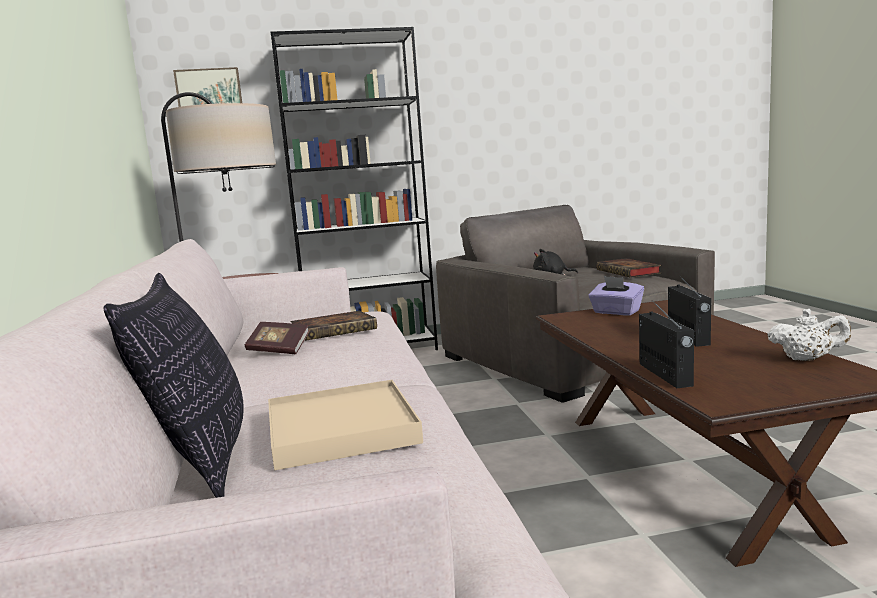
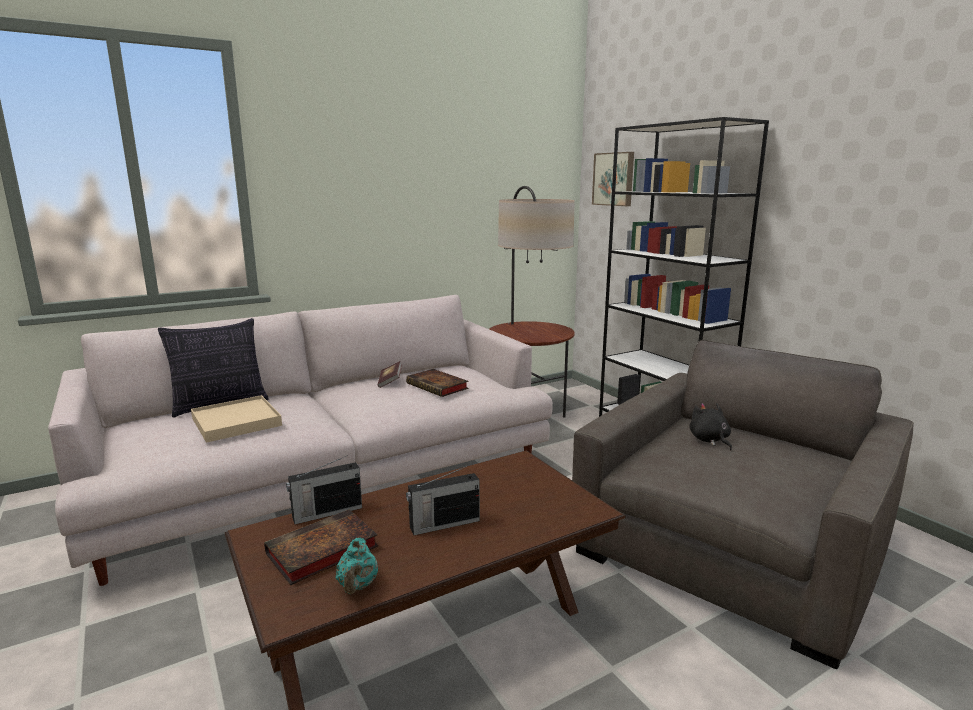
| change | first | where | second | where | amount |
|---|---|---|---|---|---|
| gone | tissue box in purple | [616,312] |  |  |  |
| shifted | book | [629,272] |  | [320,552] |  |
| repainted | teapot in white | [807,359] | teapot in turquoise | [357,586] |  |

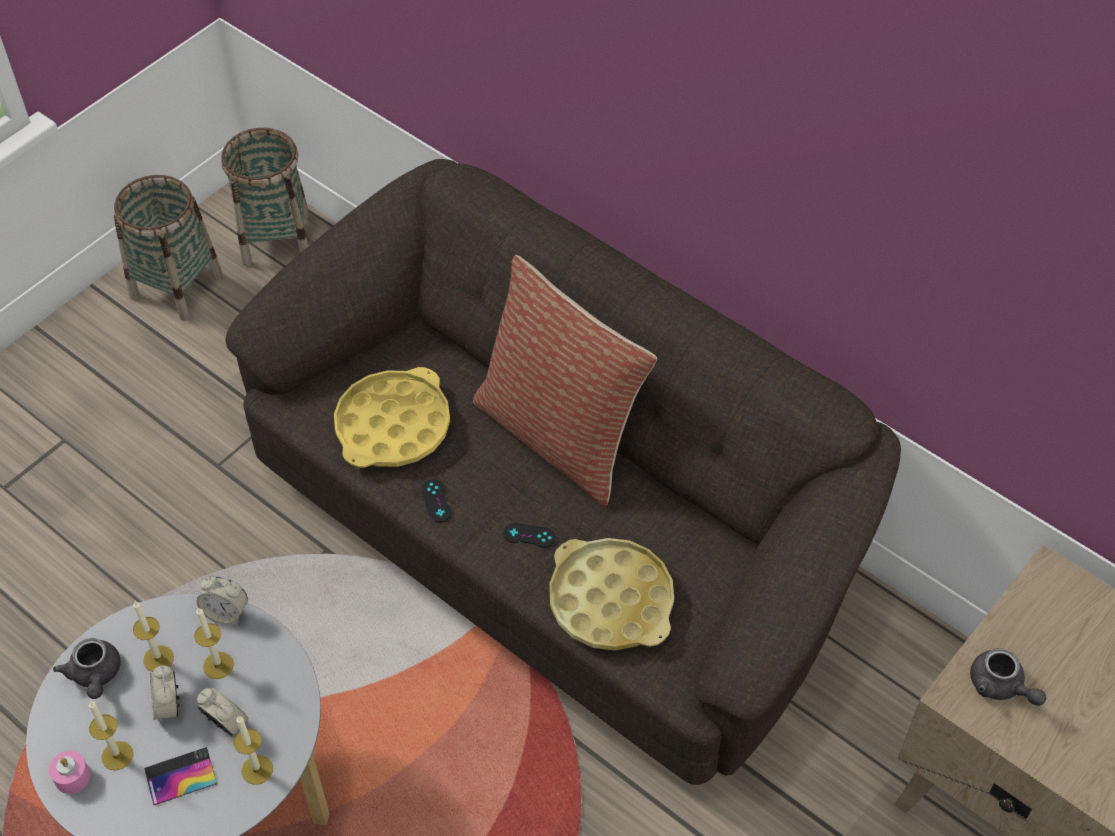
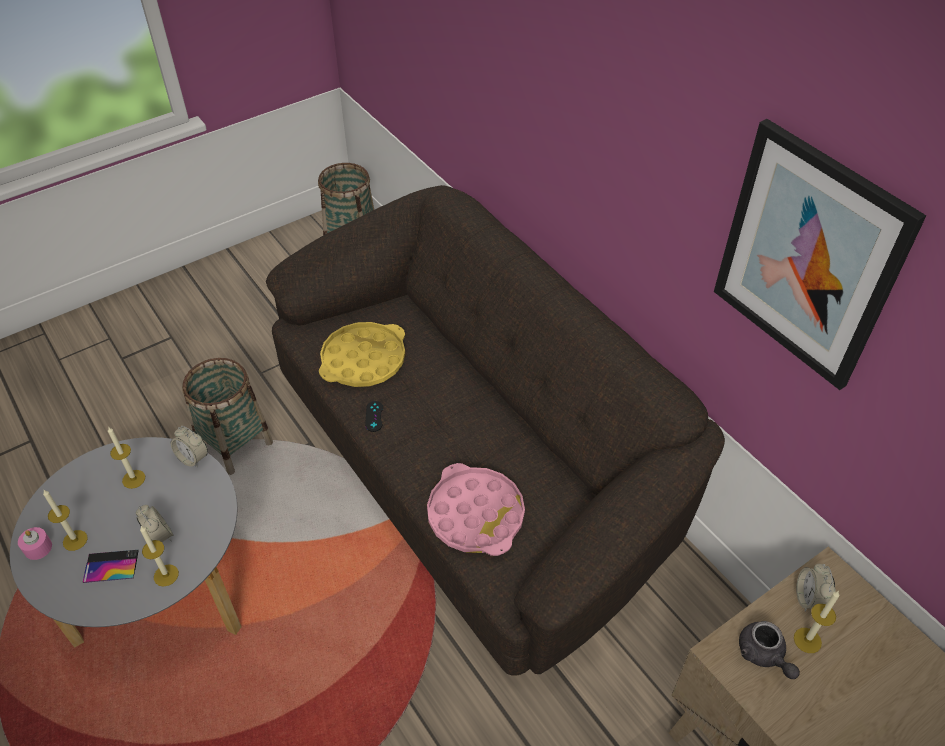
| change | first | where | second | where | amount |
|---|---|---|---|---|---|
| gone | teapot in grey | [95,676] |  |  |  |
| shifted | basket | [176,287] |  | [235,445] |  |
| shifted | alarm clock | [168,706] |  | [809,599] |  |
| shifted | candle | [218,665] |  | [807,640] |  |
| gone | pillow | [559,435] |  |  |  |
| gone | game controller in black | [529,535] |  |  |  |
| repainted | tray in yellow | [611,600] | tray in pink | [475,515] |  |
| new |  |  | picture | [808,257] |  |

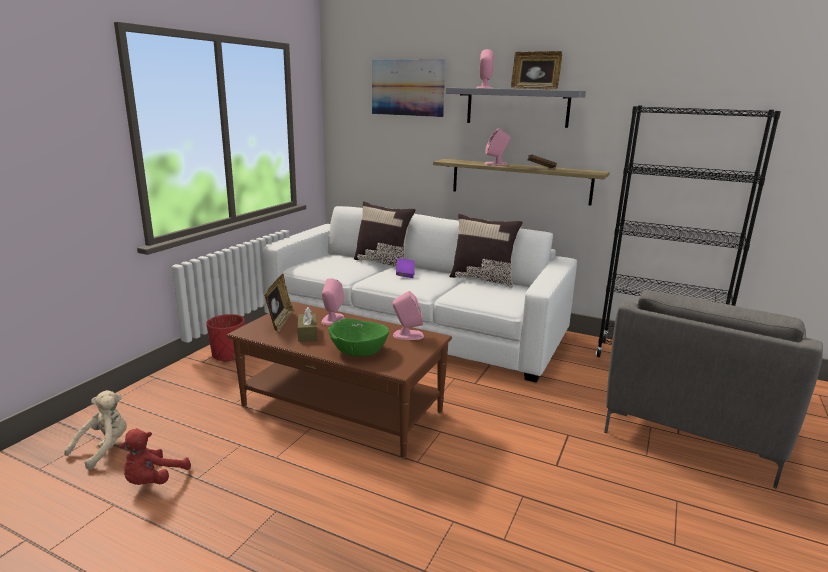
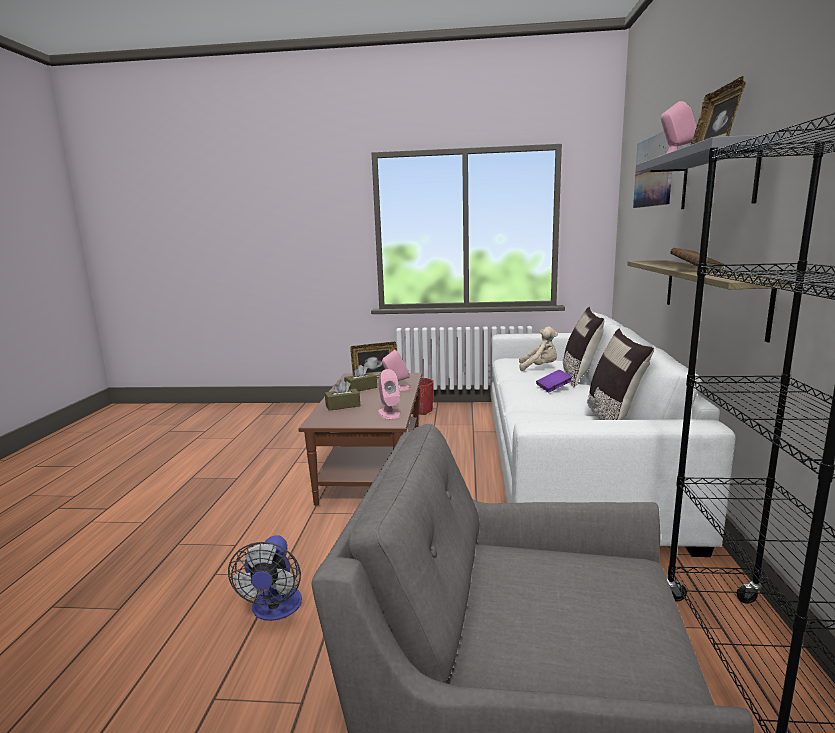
| change | first | where | second | where | amount |
|---|---|---|---|---|---|
| shifted | plush toy in beige | [104,448] |  | [539,368] |  |
| gone | plush toy in red | [153,481] |  |  |  |
| swapped | bowl in green | [359,350] | tissue box in brown | [343,406] |  |
| gone | speaker in pink | [496,164] |  |  |  |
| new |  |  | fan | [275,610] |  |

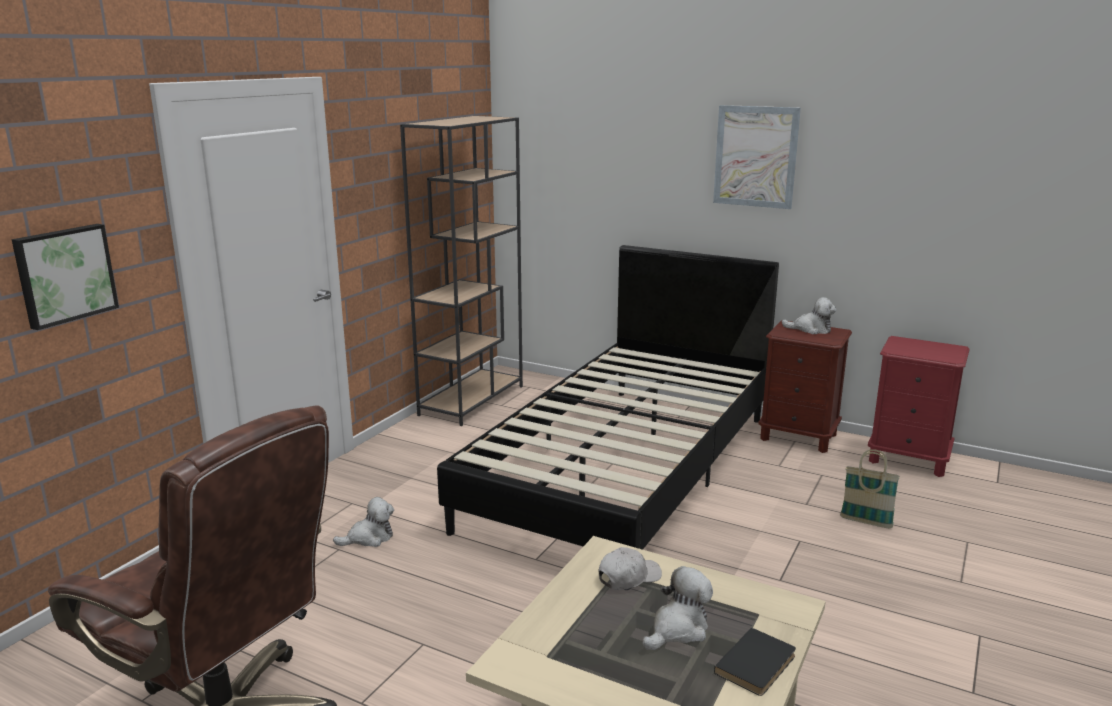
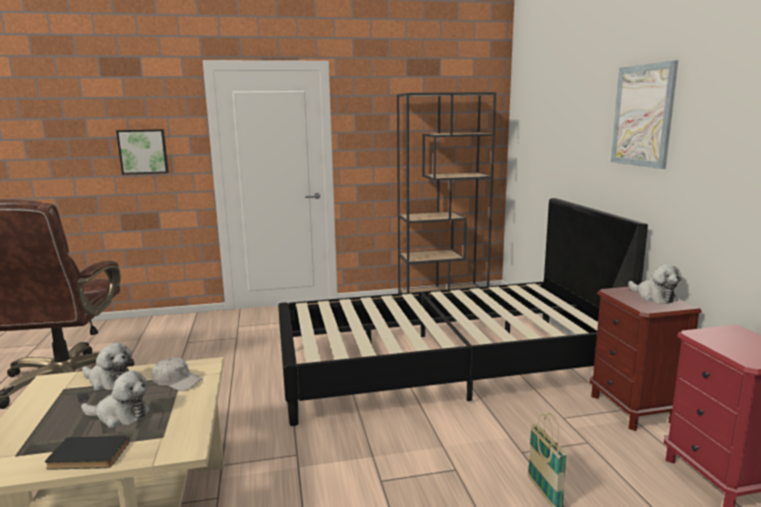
| change | first | where | second | where | amount |
|---|---|---|---|---|---|
| shifted | plush toy | [369,538] |  | [109,381] |  |

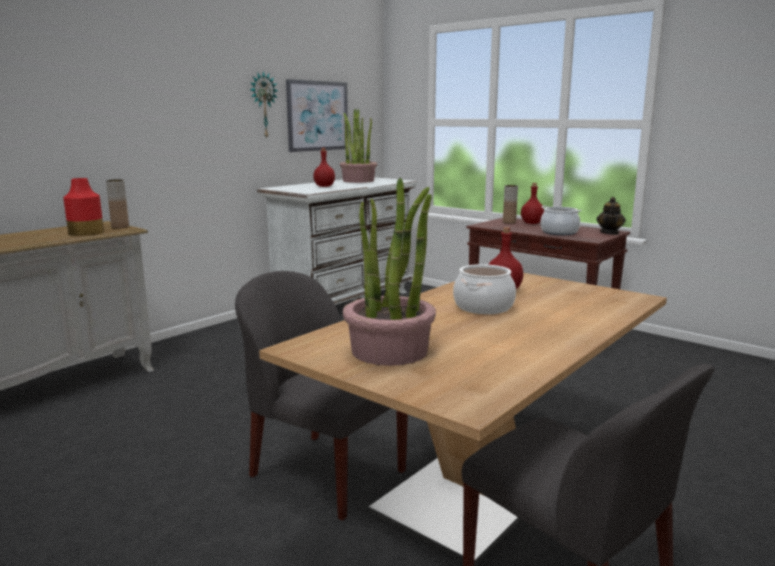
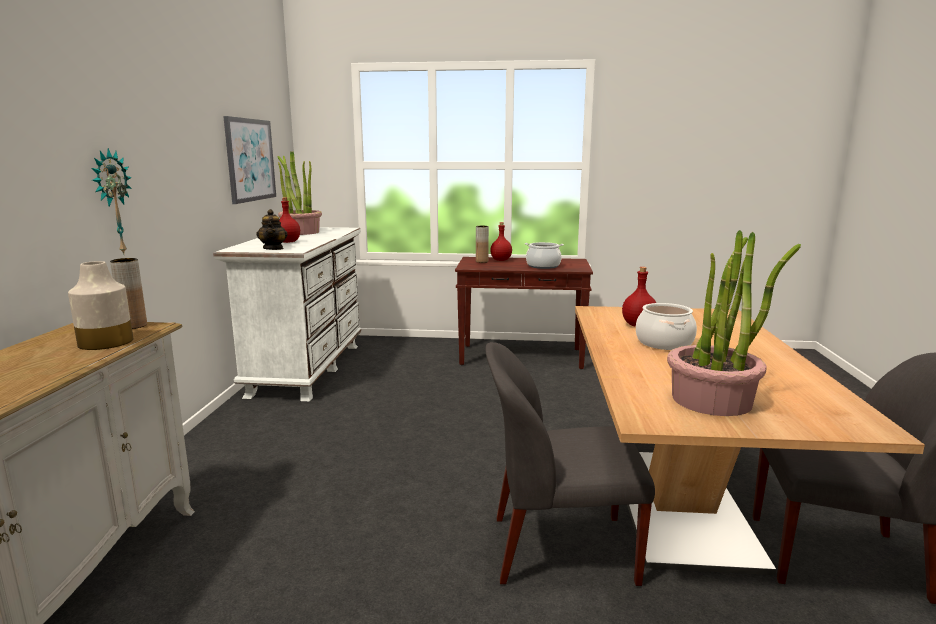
| change | first | where | second | where | amount |
|---|---|---|---|---|---|
| repainted | vase in red | [85,232] | vase in beige | [105,342] |  |
| shifted | wall clock | [263,105] |  | [111,202] |  |
| shifted | teapot | [609,233] |  | [273,248] |  |

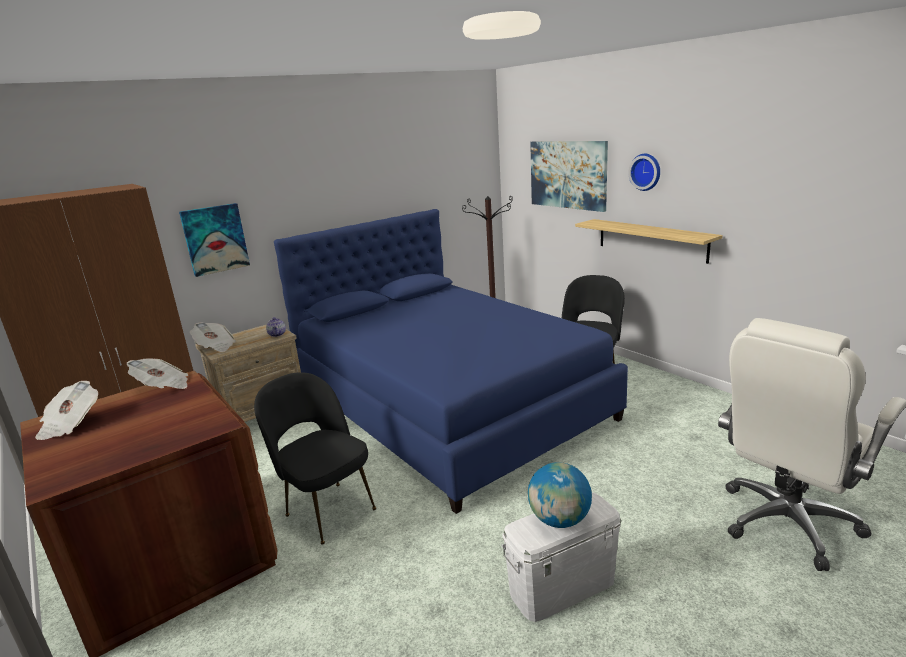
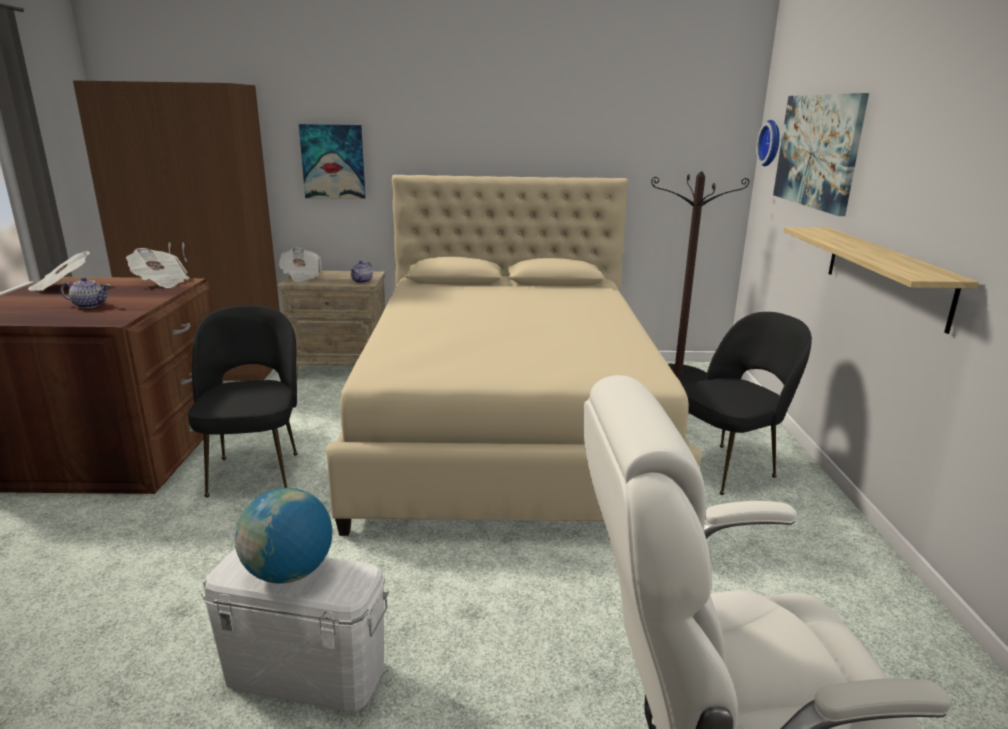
| change | first | where | second | where | amount |
|---|---|---|---|---|---|
| repainted | bed in blue | [448,403] | bed in beige | [509,426] |  |
| shifted | wall clock | [646,171] |  | [771,143] |  |
| new |  |  | teapot | [89,305] |  |

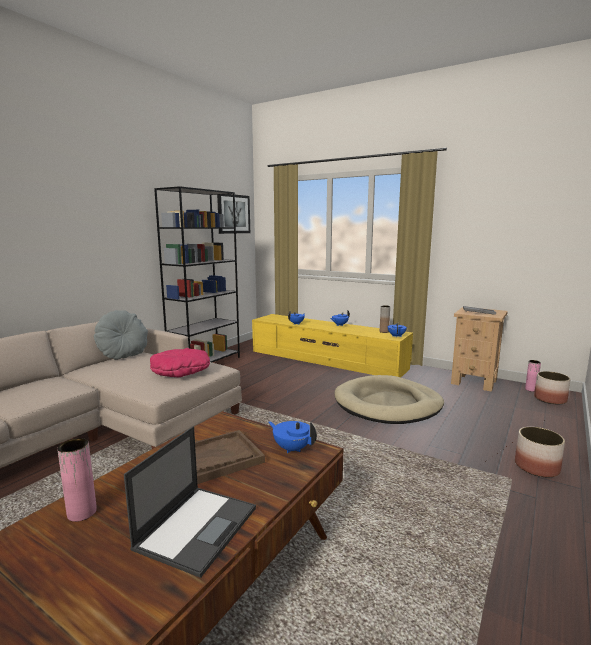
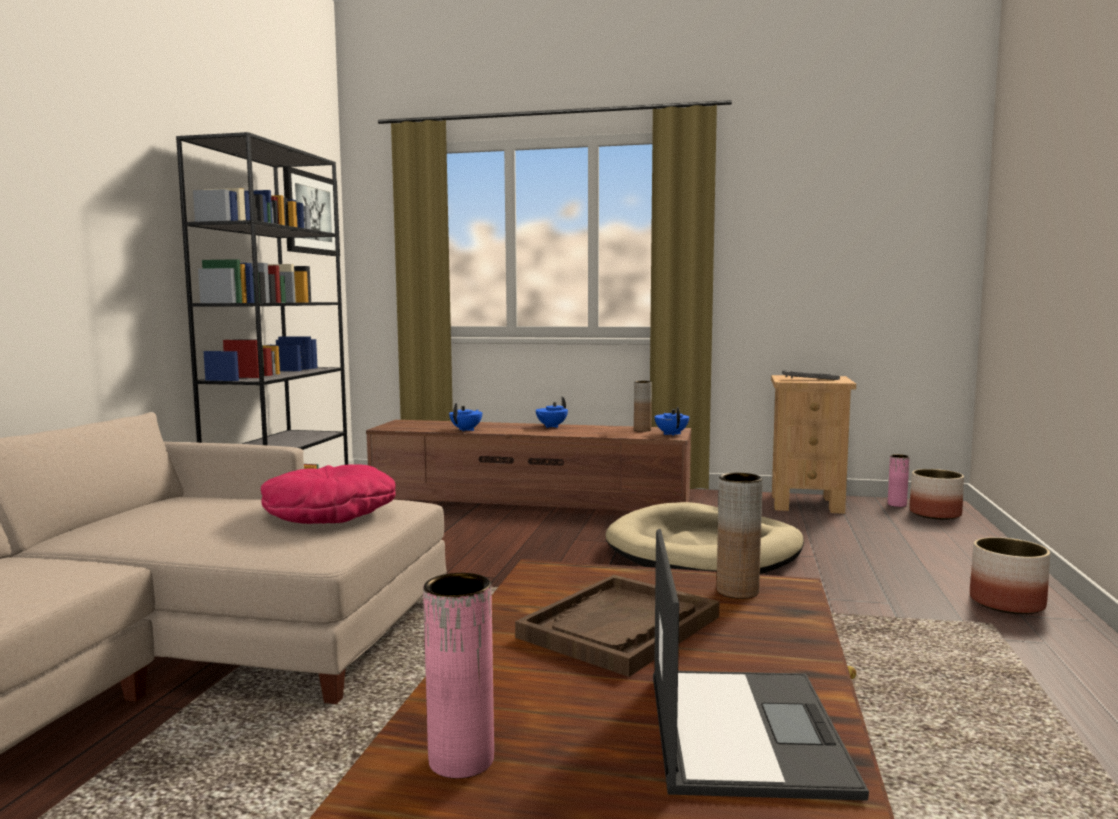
| change | first | where | second | where | amount |
|---|---|---|---|---|---|
| gone | pillow in grey | [123,356] |  |  |  |
| repainted | tv stand in yellow | [327,359] | tv stand in brown | [531,496] |  |
| swapped | teapot in blue | [292,448] | vase in brown | [737,591] |  |

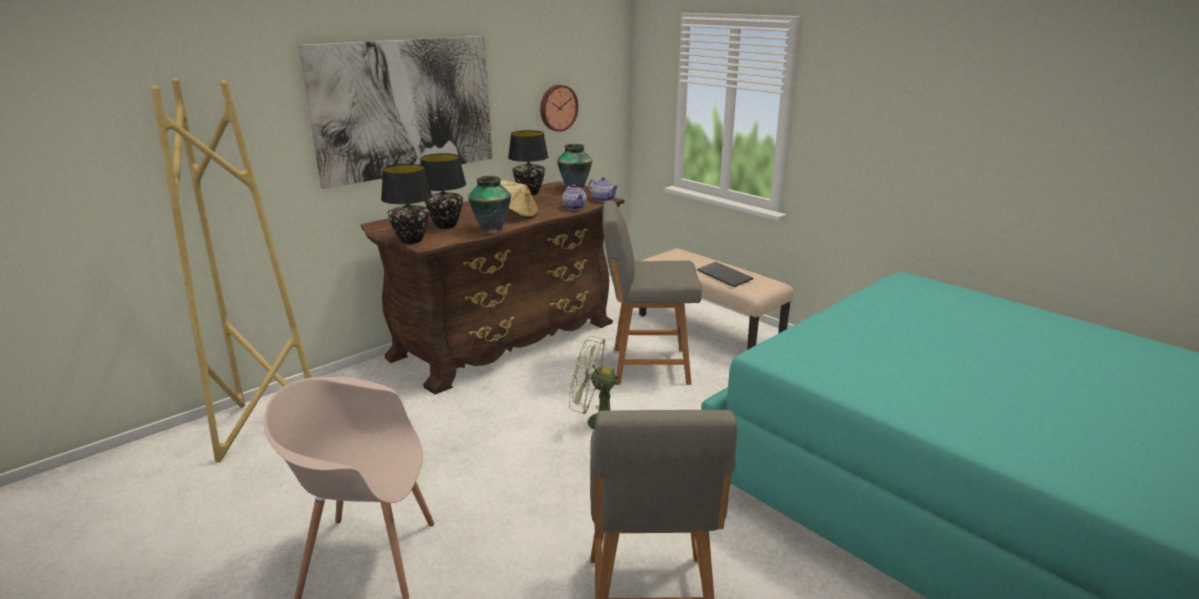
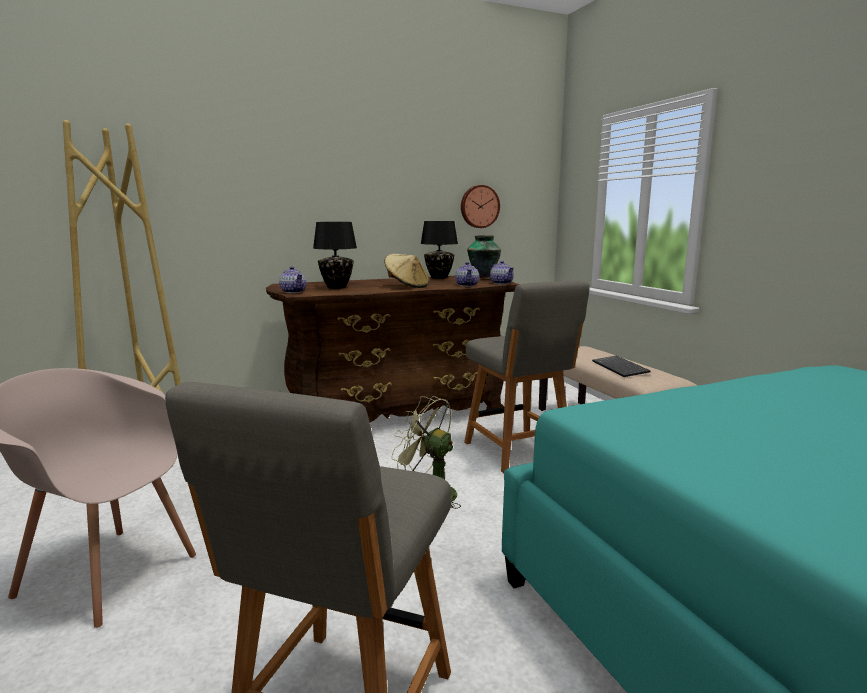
| change | first | where | second | where | amount |
|---|---|---|---|---|---|
| gone | picture | [405,108] |  |  |  |
| swapped | table lamp in black | [411,240] | teapot | [293,292] |  |
| gone | vase | [491,229] |  |  |  |
| rotated | chair in grey | [646,366] |  | [519,452] | 135 degrees counterclockwise |

